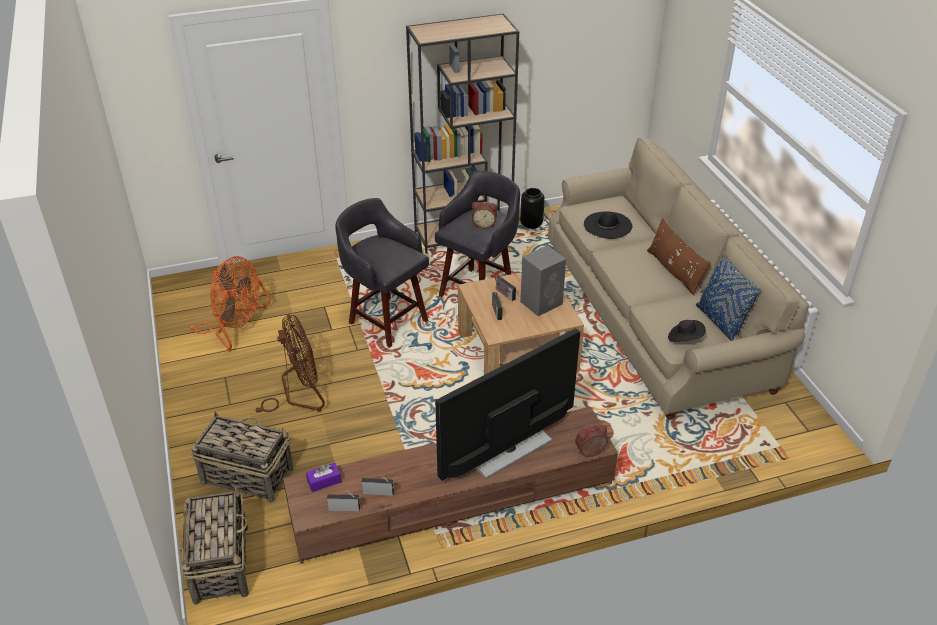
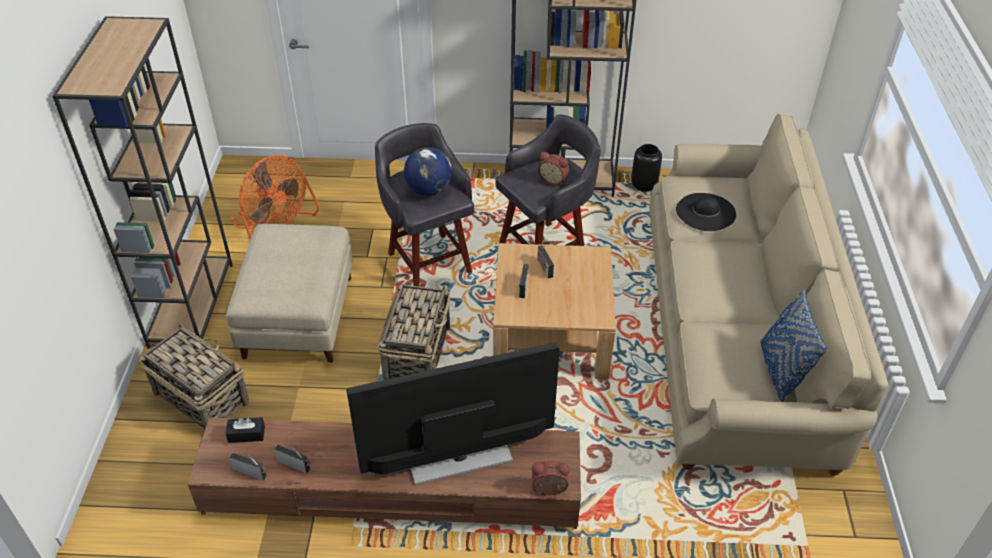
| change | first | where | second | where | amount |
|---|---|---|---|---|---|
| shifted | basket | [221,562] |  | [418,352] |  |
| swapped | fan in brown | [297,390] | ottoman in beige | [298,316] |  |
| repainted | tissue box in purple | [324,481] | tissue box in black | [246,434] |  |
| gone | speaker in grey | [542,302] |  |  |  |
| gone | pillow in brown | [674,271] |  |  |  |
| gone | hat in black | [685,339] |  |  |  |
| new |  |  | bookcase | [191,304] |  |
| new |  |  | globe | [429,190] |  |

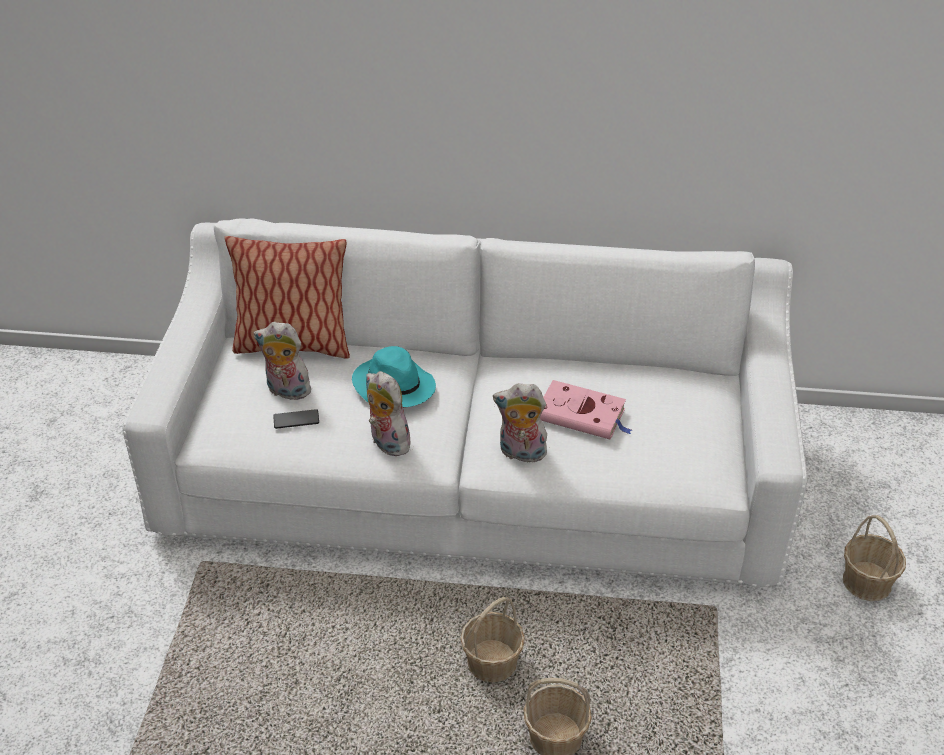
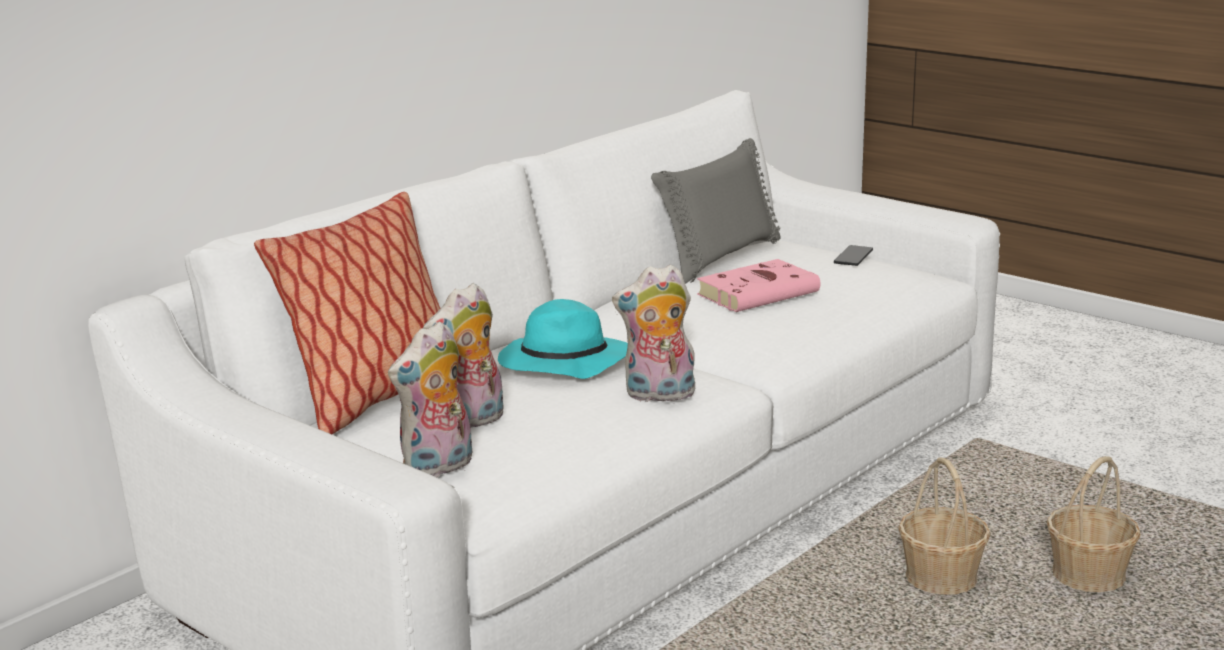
| change | first | where | second | where | amount |
|---|---|---|---|---|---|
| shifted | phone | [296,420] |  | [853,257] |  |
| shifted | plush toy | [520,453] |  | [438,468] |  |
| gone | basket | [867,581] |  |  |  |
| new |  |  | pillow in grey | [719,258] |  |

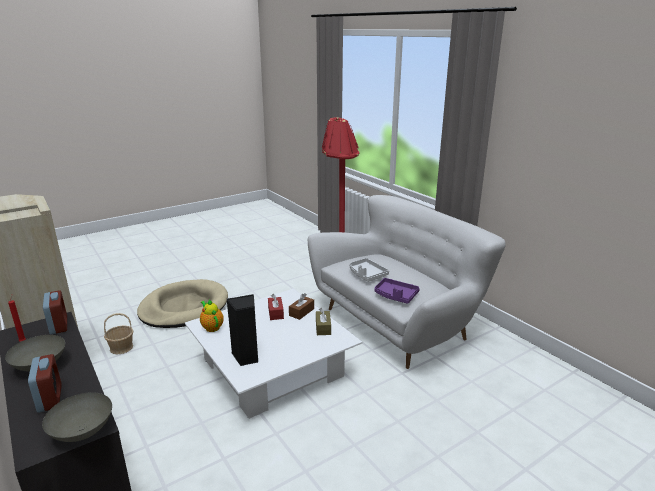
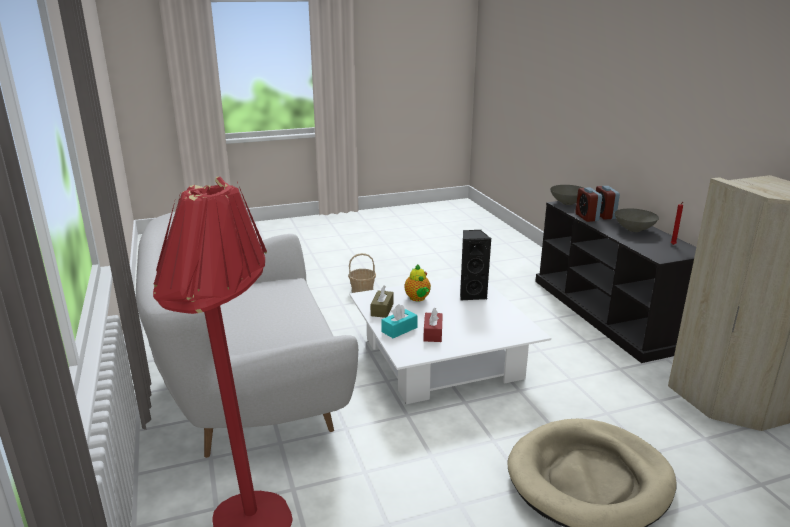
| change | first | where | second | where | amount |
|---|---|---|---|---|---|
| shifted | alarm clock | [59,325] |  | [586,217] |  |
| shifted | basket | [121,347] |  | [362,290] |  |
| shifted | teapot | [212,327] |  | [418,298] |  |
| repainted | tissue box in brown | [301,312] | tissue box in turquoise | [399,329] |  |
| gone | tray in grey | [367,274] |  |  |  |
| gone | tray in purple | [395,296] |  |  |  |

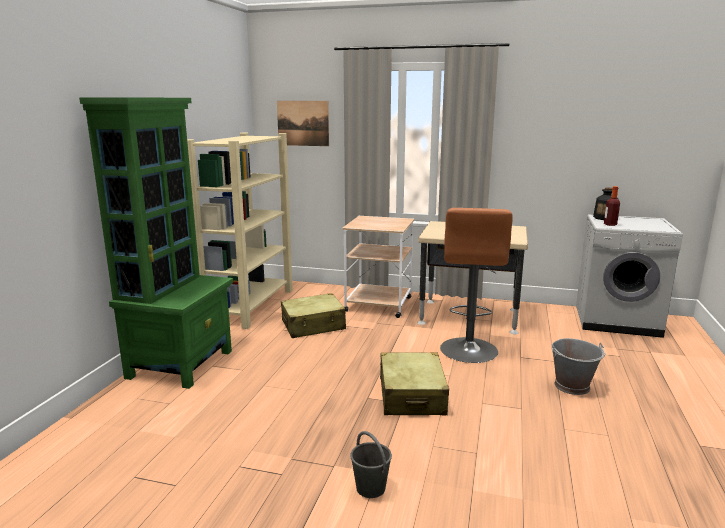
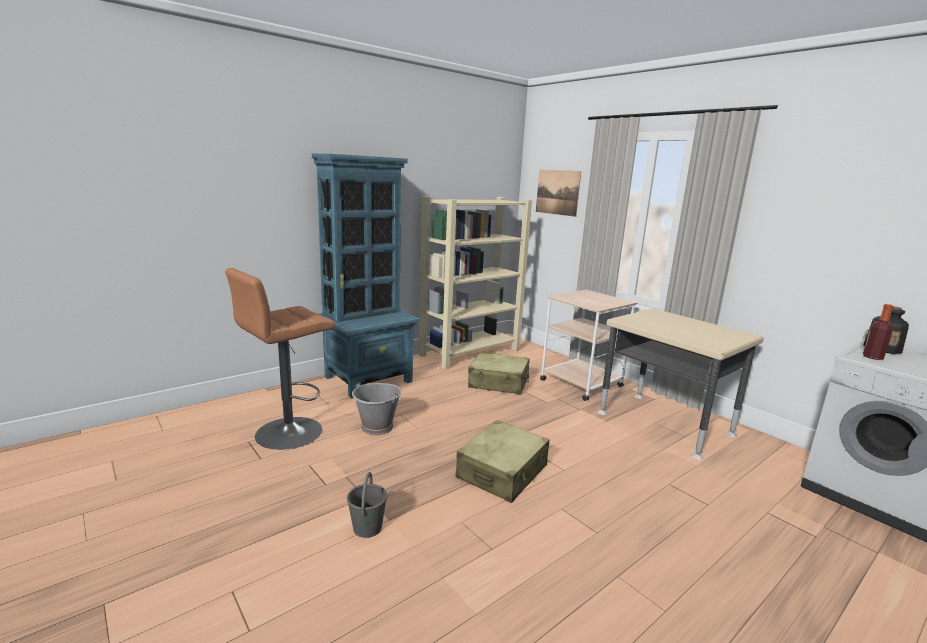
| change | first | where | second | where | amount |
|---|---|---|---|---|---|
| repainted | cabinet in green | [182,364] | cabinet in blue | [369,379] |  |
| shifted | stool in brown | [468,350] |  | [288,433] |  |
| shifted | bucket in grey | [572,386] |  | [377,427] |  |

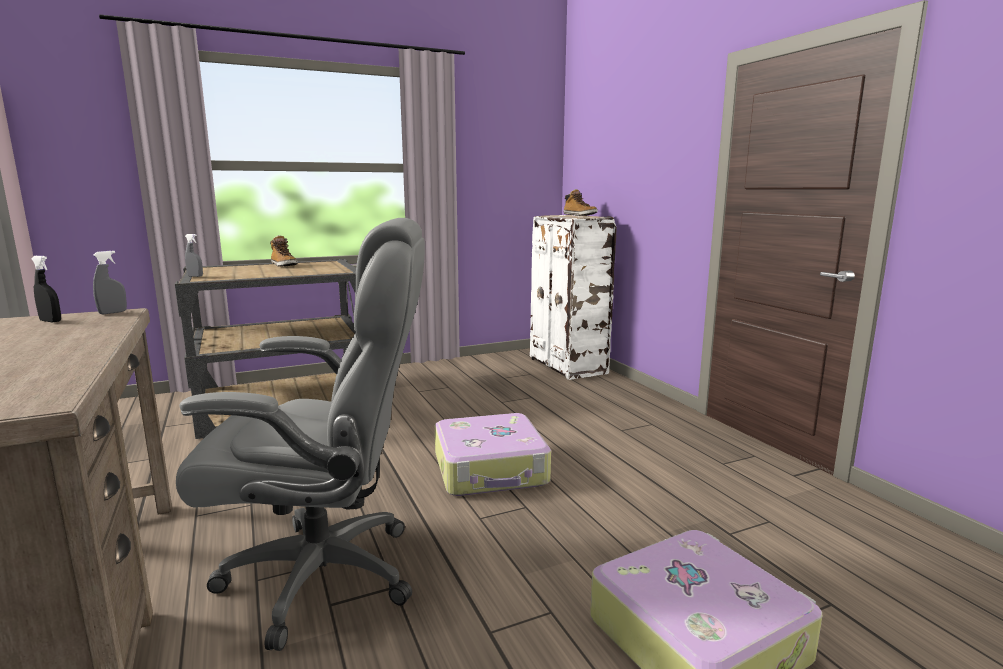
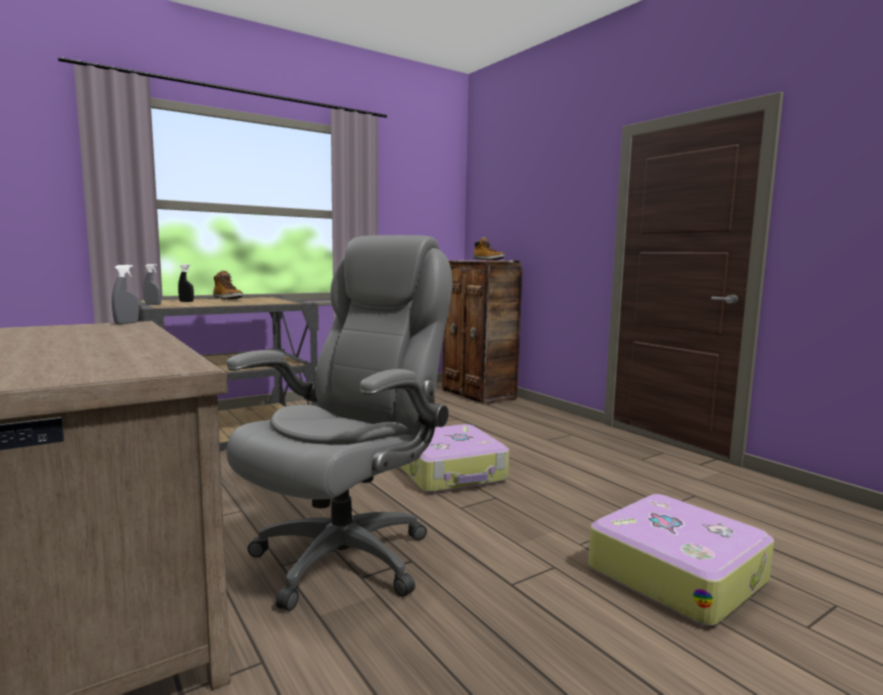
| change | first | where | second | where | amount |
|---|---|---|---|---|---|
| shifted | spray bottle in black | [50,321] |  | [186,301] |  |
| rotated | office chair in grey | [326,575] |  | [345,557] | 45 degrees counterclockwise |
| repainted | cabinet in white | [568,366] | cabinet in brown | [478,394] |  |

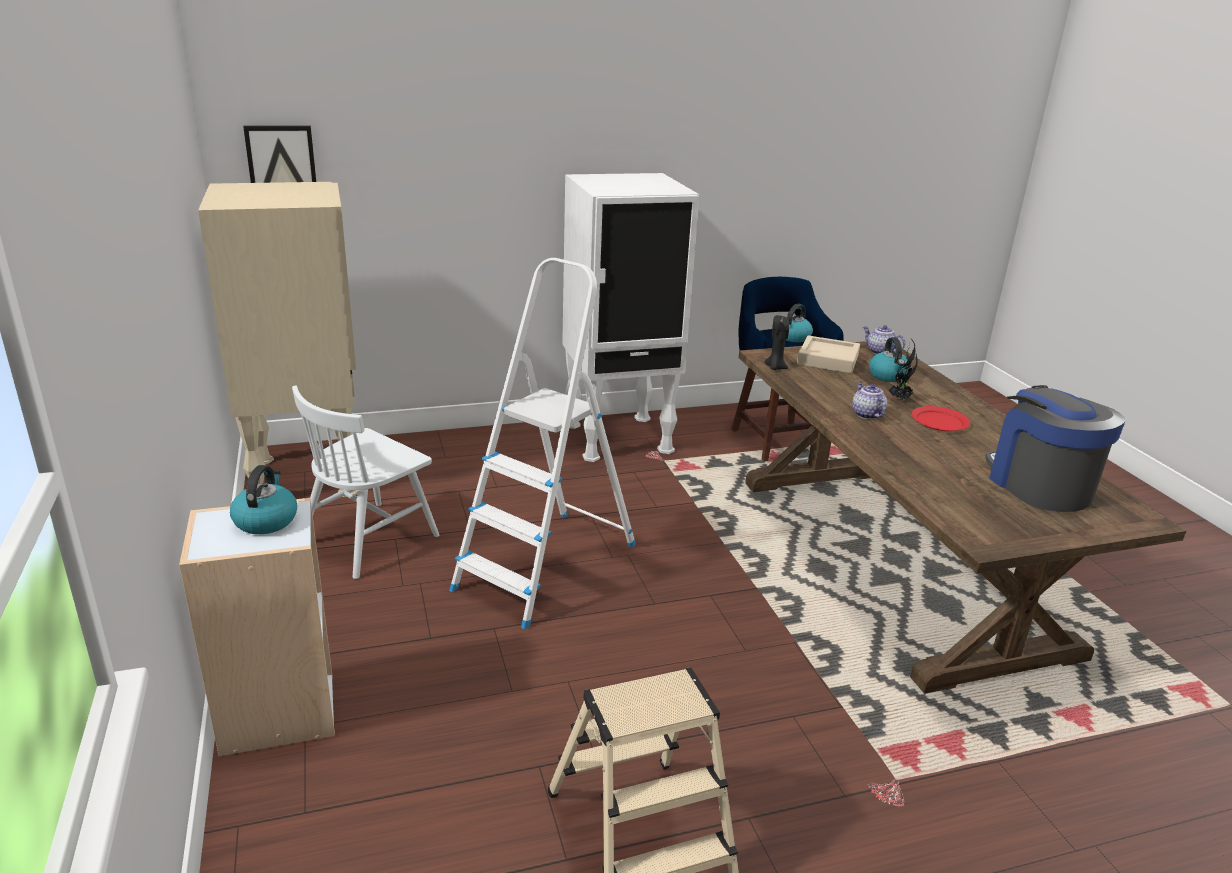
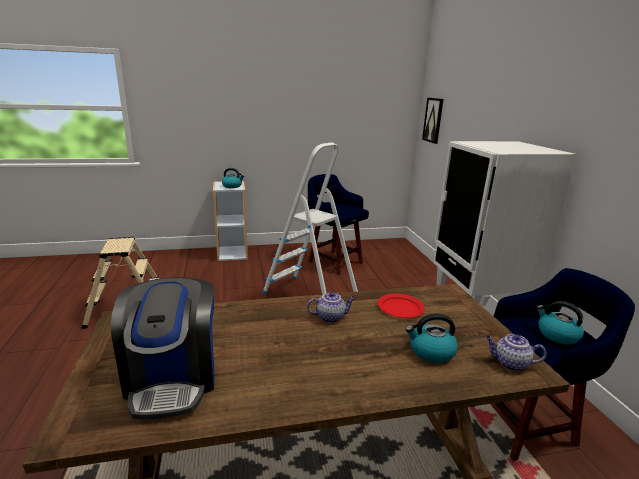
| change | first | where | second | where | amount |
|---|---|---|---|---|---|
| gone | cabinet in beige | [307,475] |  |  |  |
| swapped | chair in white | [369,539] | stool in blue | [333,261] |  |
| gone | candle in black | [775,368] |  |  |  |
| gone | tray in beige | [828,360] |  |  |  |
| rotated | teapot | [879,352] |  | [510,363] | 120 degrees counterclockwise |
| gone | potted plant | [900,399] |  |  |  |
| shifted | plate in red | [939,421] |  | [400,307] |  |
| rotated | coffee machine | [1038,485] |  | [173,378] | 90 degrees clockwise |

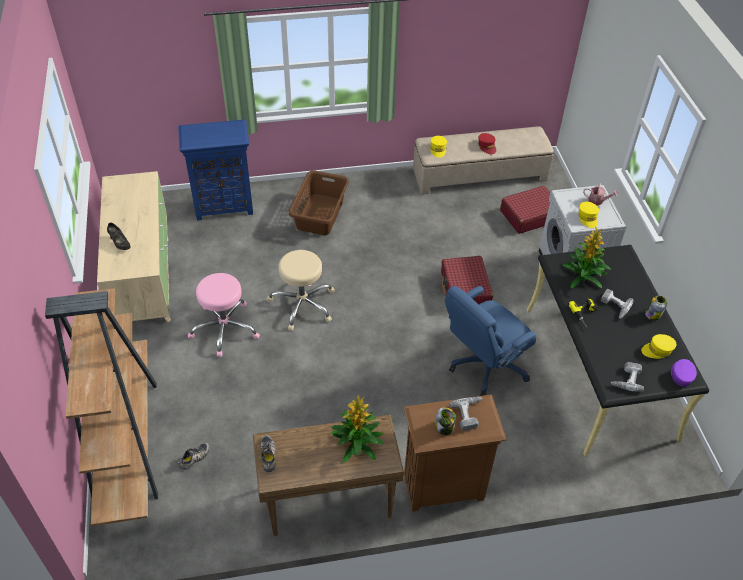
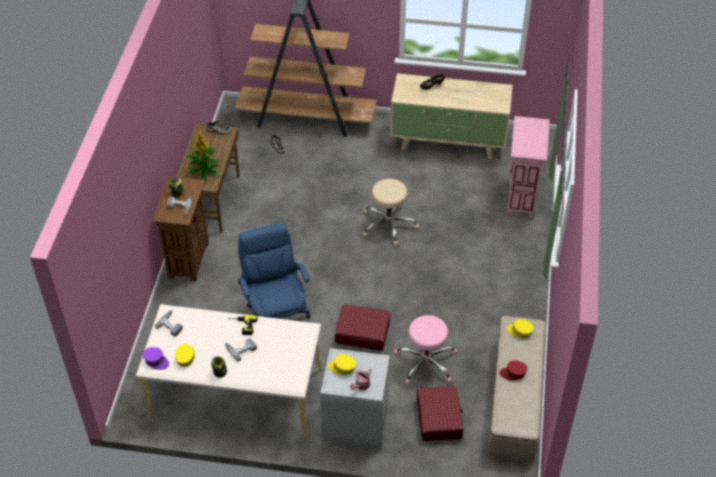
| change | first | where | second | where | amount |
|---|---|---|---|---|---|
| repainted | cabinet in blue | [225,207] | cabinet in pink | [522,198] |  |
| shifted | stool in pink | [224,328] |  | [426,362] |  |
| gone | laundry basket in brown | [320,214] |  |  |  |
| repainted | desk in black | [599,371] | desk in beige | [235,392] |  |
| gone | potted plant | [584,276] |  |  |  |

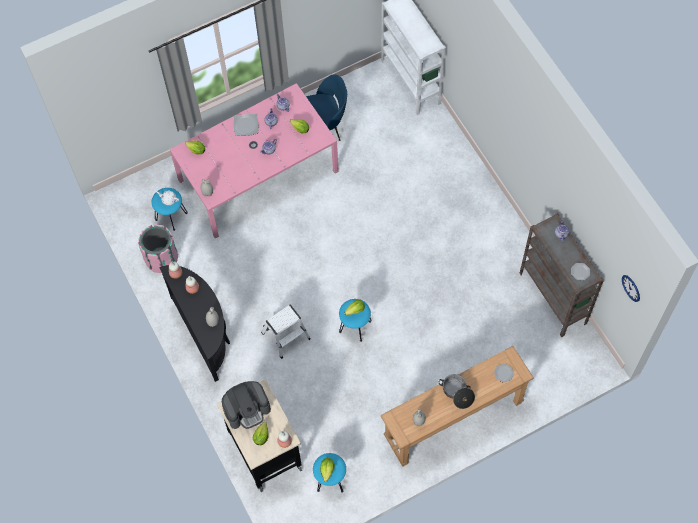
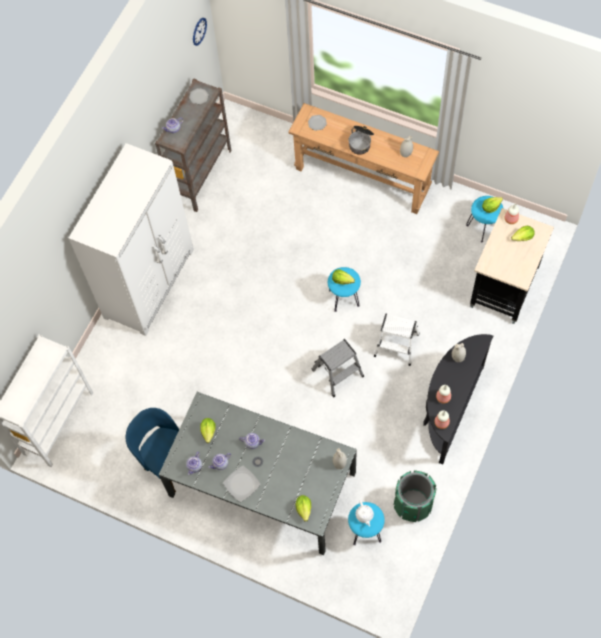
| change | first | where | second | where | amount |
|---|---|---|---|---|---|
| repainted | trash can in pink | [161,258] | trash can in green | [413,504] |  |
| repainted | dining table in pink | [258,176] | dining table in grey | [262,484] |  |
| gone | coffee machine | [247,409] |  |  |  |
| new |  |  | cabinet in white | [150,282] |  |
| new |  |  | step ladder in grey | [337,372] |  |

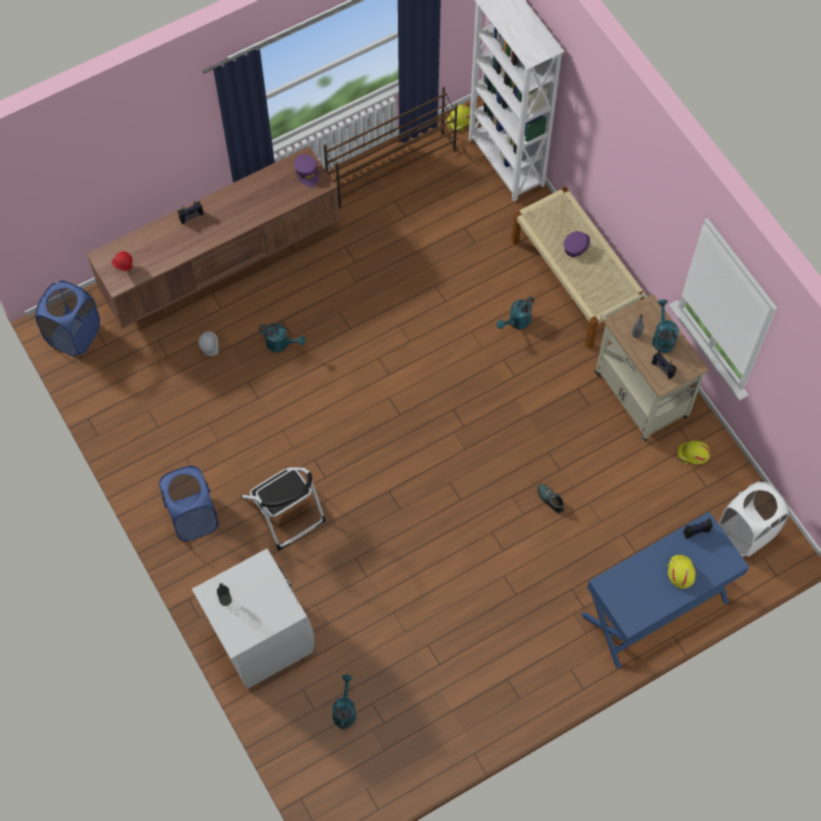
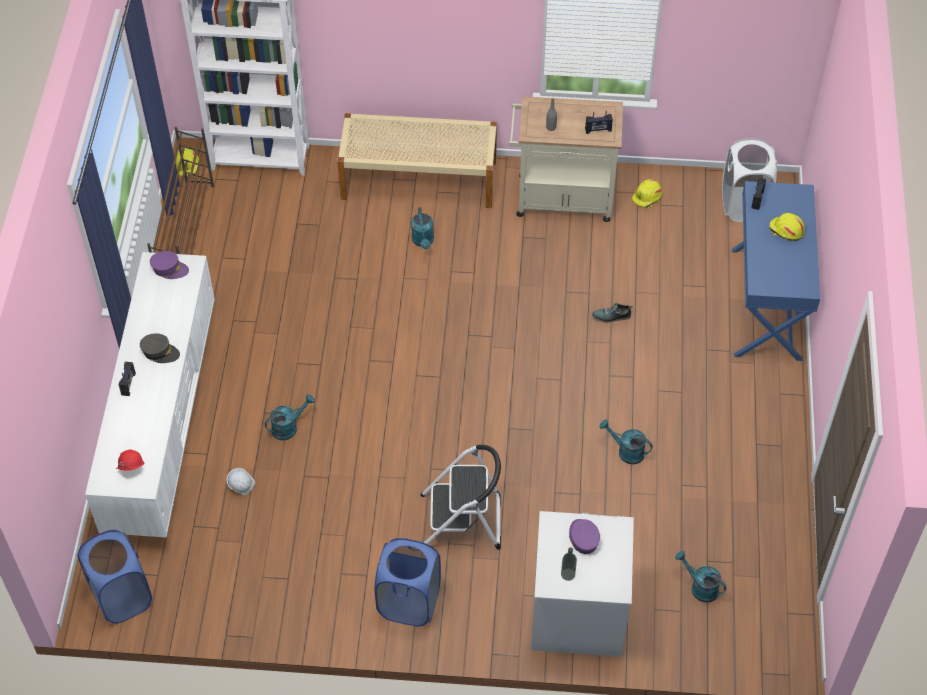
| change | first | where | second | where | amount |
|---|---|---|---|---|---|
| repainted | cabinet in brown | [222,266] | cabinet in white | [163,427] |  |
| shifted | cap in purple | [576,246] |  | [583,538] |  |
| shifted | watering can in turquoise | [662,337] |  | [626,451] |  |
| new |  |  | cap in grey | [160,352] |  |

